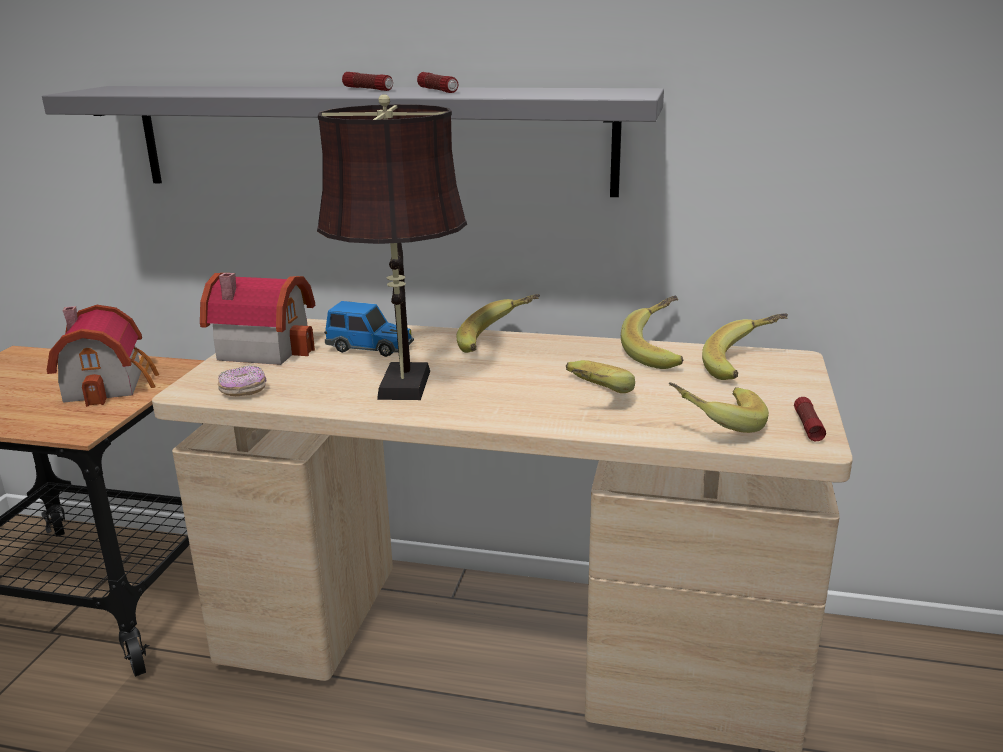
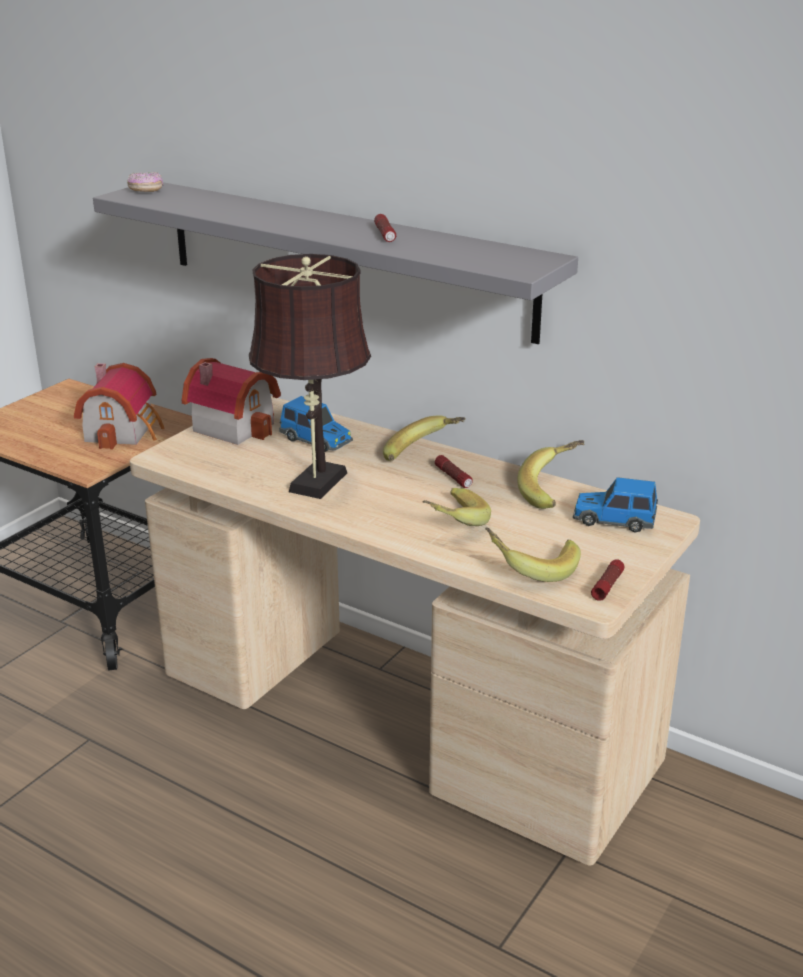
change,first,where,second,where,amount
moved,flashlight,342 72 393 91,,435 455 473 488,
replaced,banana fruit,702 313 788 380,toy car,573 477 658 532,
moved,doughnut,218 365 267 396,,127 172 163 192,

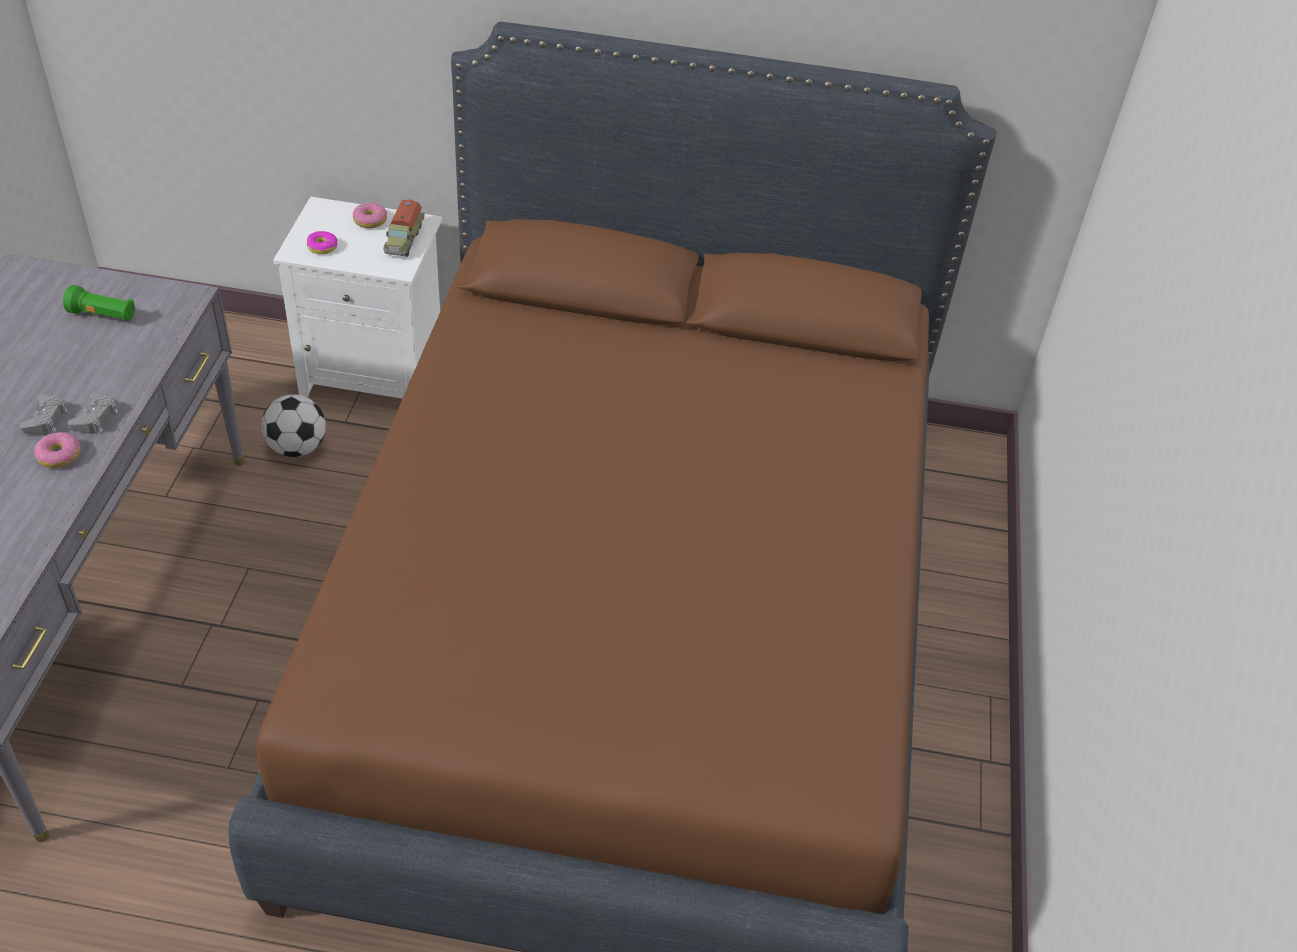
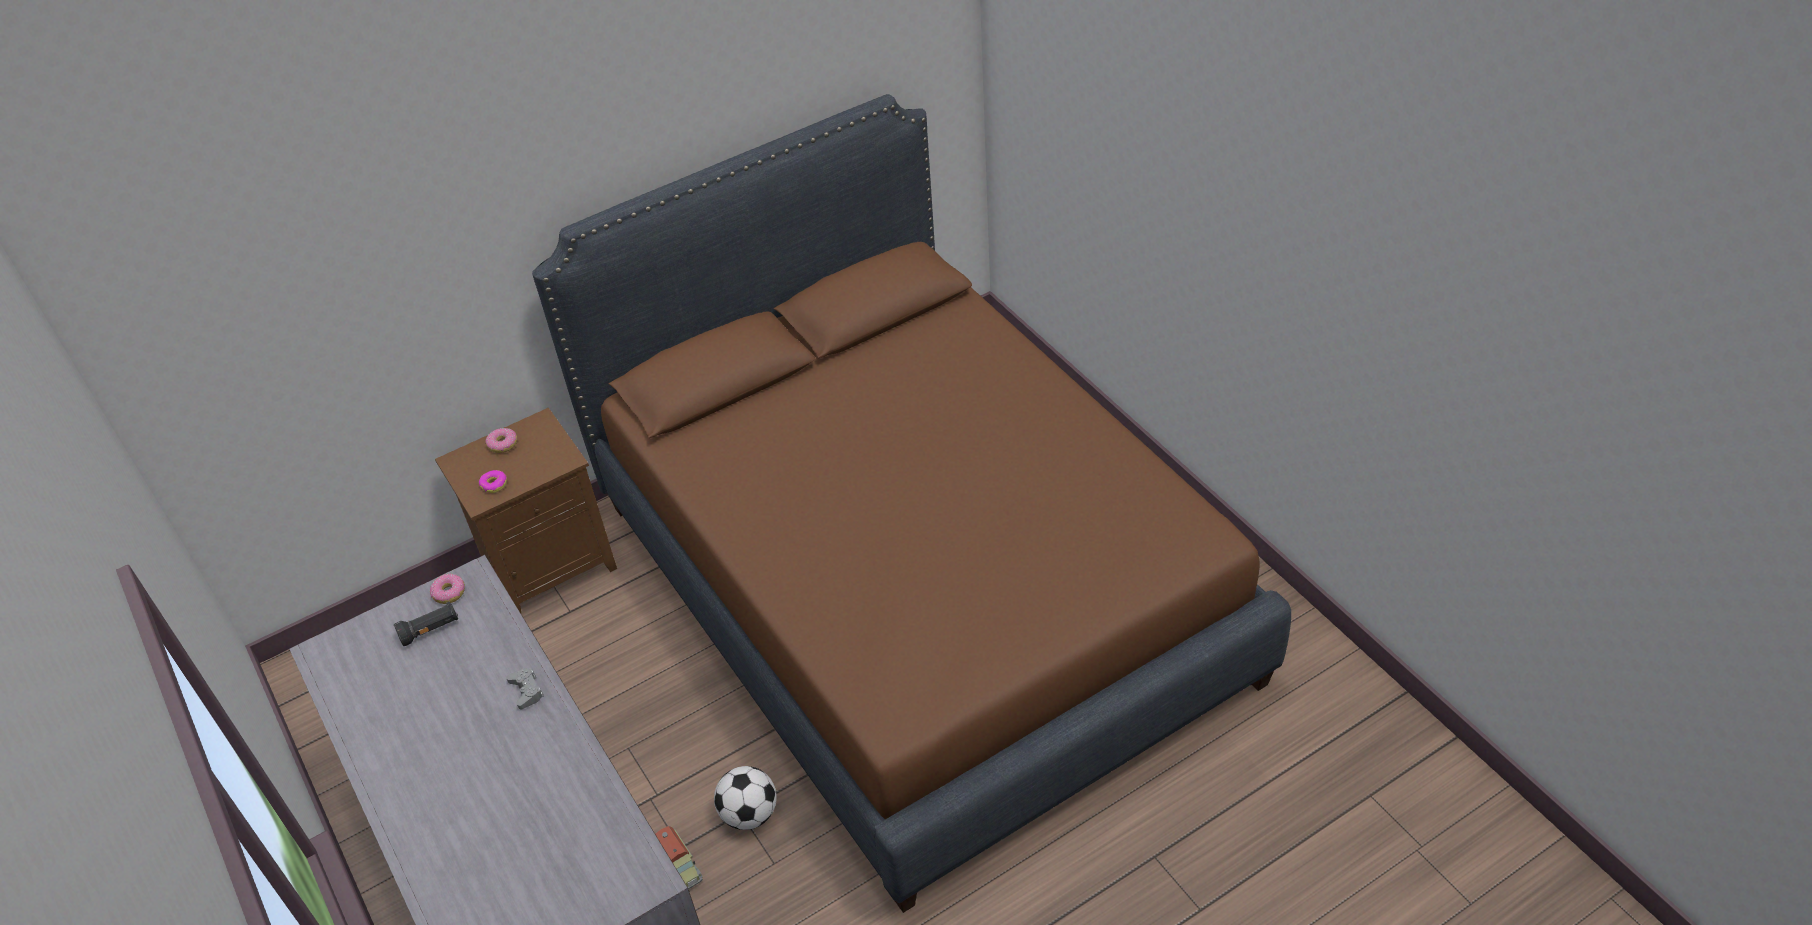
change,first,where,second,where,amount
recoloured,whitish nightstand,273 197 442 399,brownish nightstand,435 408 617 613,
moved,model truck,383 199 425 257,,655 826 703 889,
recoloured,greenish flashlight,63 285 135 321,black-coloured flashlight,394 601 458 646,
removed,greyish gamepad,20 394 68 435,,,
moved,football,261 394 326 457,,714 766 777 830,
moved,doughnut,34 432 80 468,,430 574 465 604,

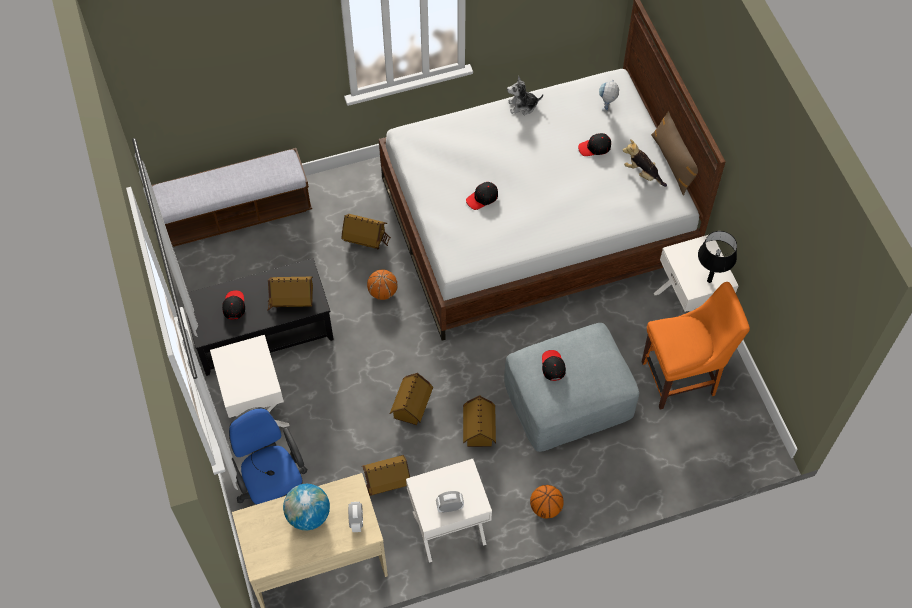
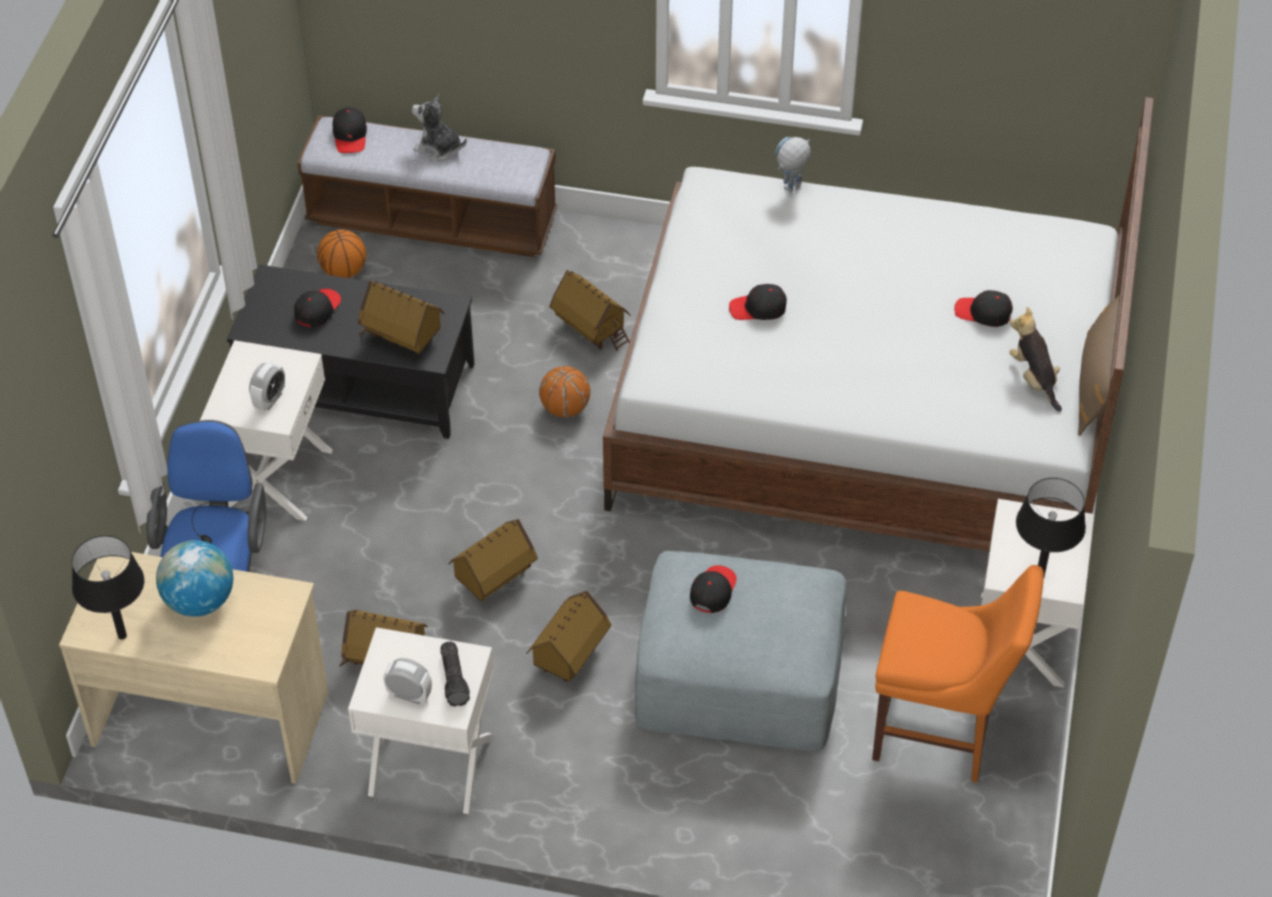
change,first,where,second,where,amount
moved,cuddly toy,507 76 543 115,,412 94 467 161,
moved,model robot,599 80 619 111,,775 137 811 191,
moved,basketball,530 485 564 519,,317 230 366 278,
moved,table clock,348 502 363 532,,249 362 285 411,
added,,,black-coloured peaked cap,332 107 367 153,
added,,,black-coloured table lamp,72 535 144 640,
added,,,flashlight,441 641 470 707,

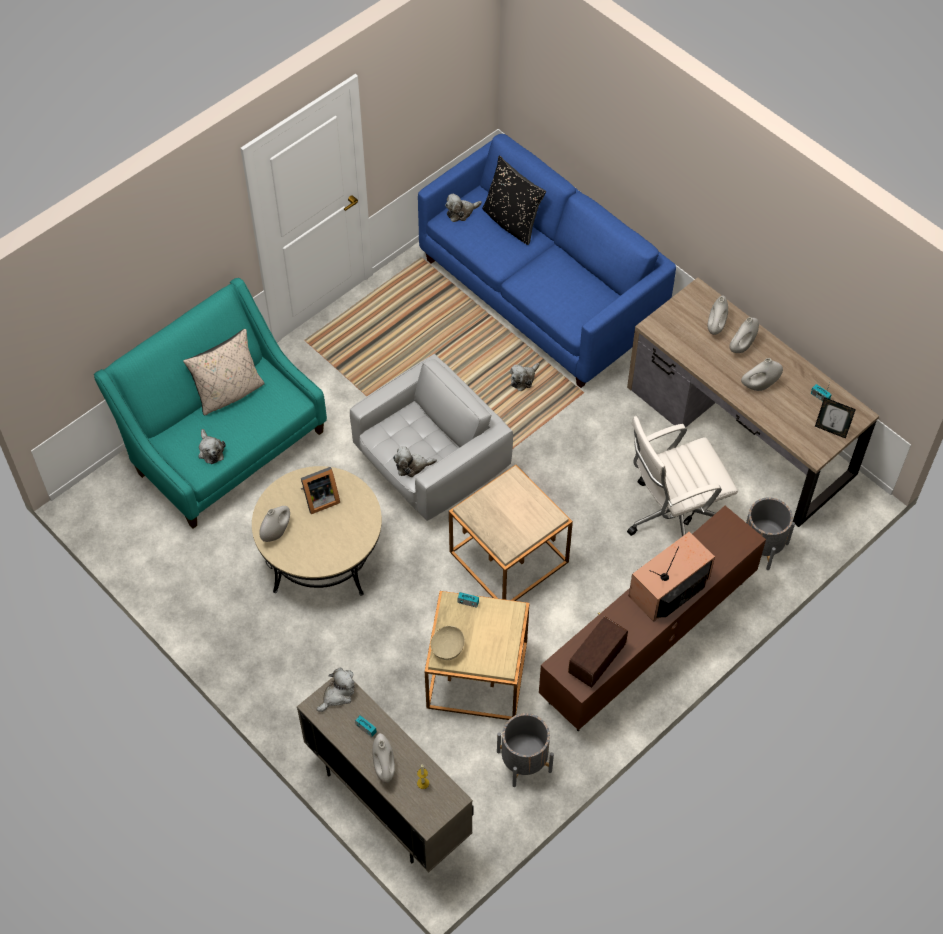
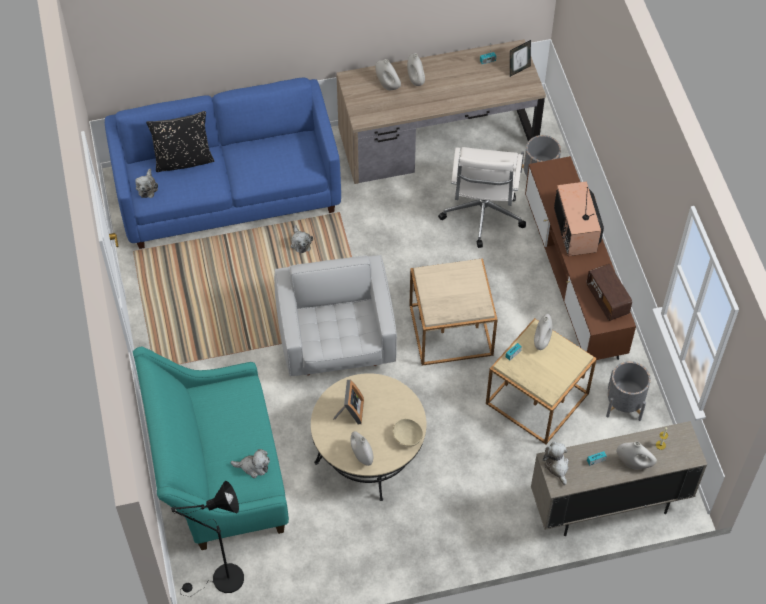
change,first,where,second,where,amount
removed,sand-coloured cushion,183 329 265 416,,,
moved,whitish vase,741 358 783 391,,534 314 553 350,
removed,cuddly toy,393 446 437 477,,,
moved,sand-coloured serving bowl,430 626 465 660,,393 419 423 447,
added,,,black-coloured standing lamp,171 481 244 597,

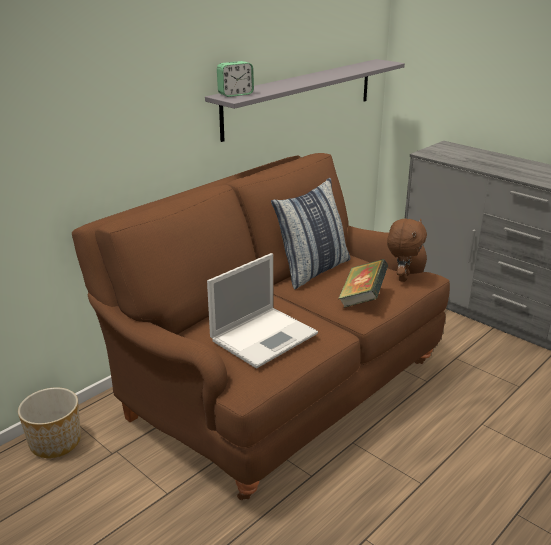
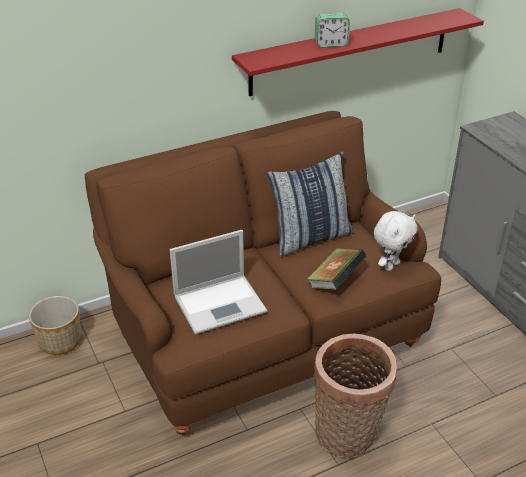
change,first,where,second,where,amount
recoloured,greyish wall shelf,205 59 405 142,reddish wall shelf,232 8 484 96,
moved,table clock,217 61 254 97,,315 13 350 47,
recoloured,brownish cuddly toy,387 219 427 282,whitish cuddly toy,374 211 417 271,
added,,,household basket,314 334 397 458,

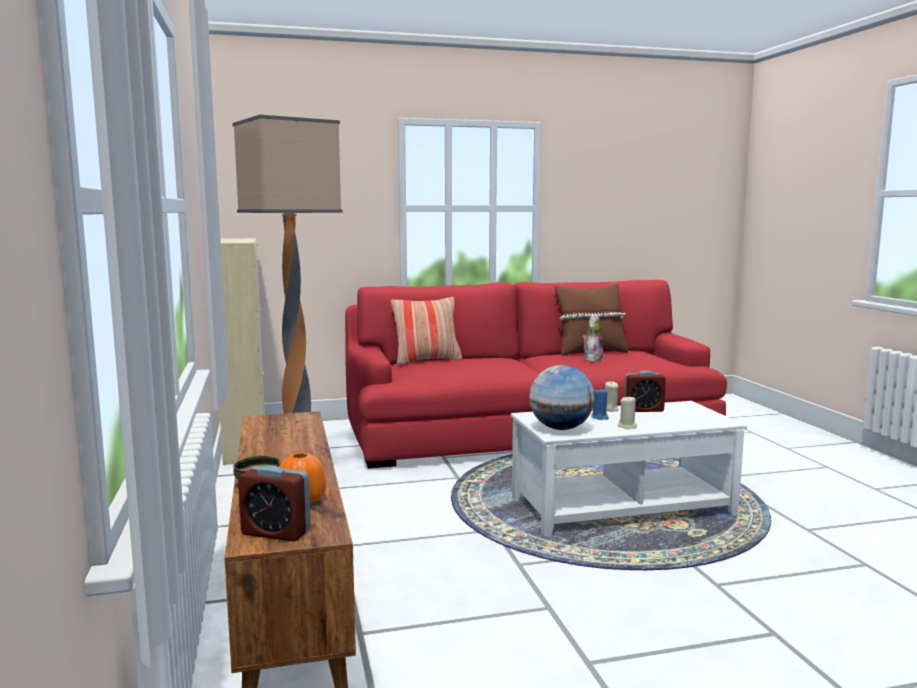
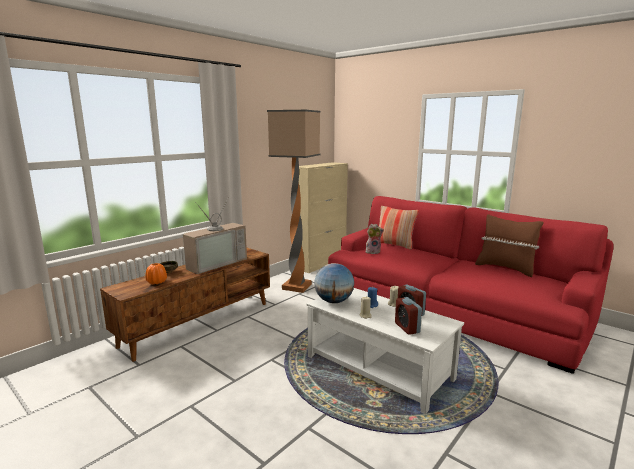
change,first,where,second,where,amount
moved,cuddly toy,583 314 603 362,,366 224 384 254,
moved,table clock,238 465 311 541,,395 297 422 335,
added,,,TV,183 197 247 274,

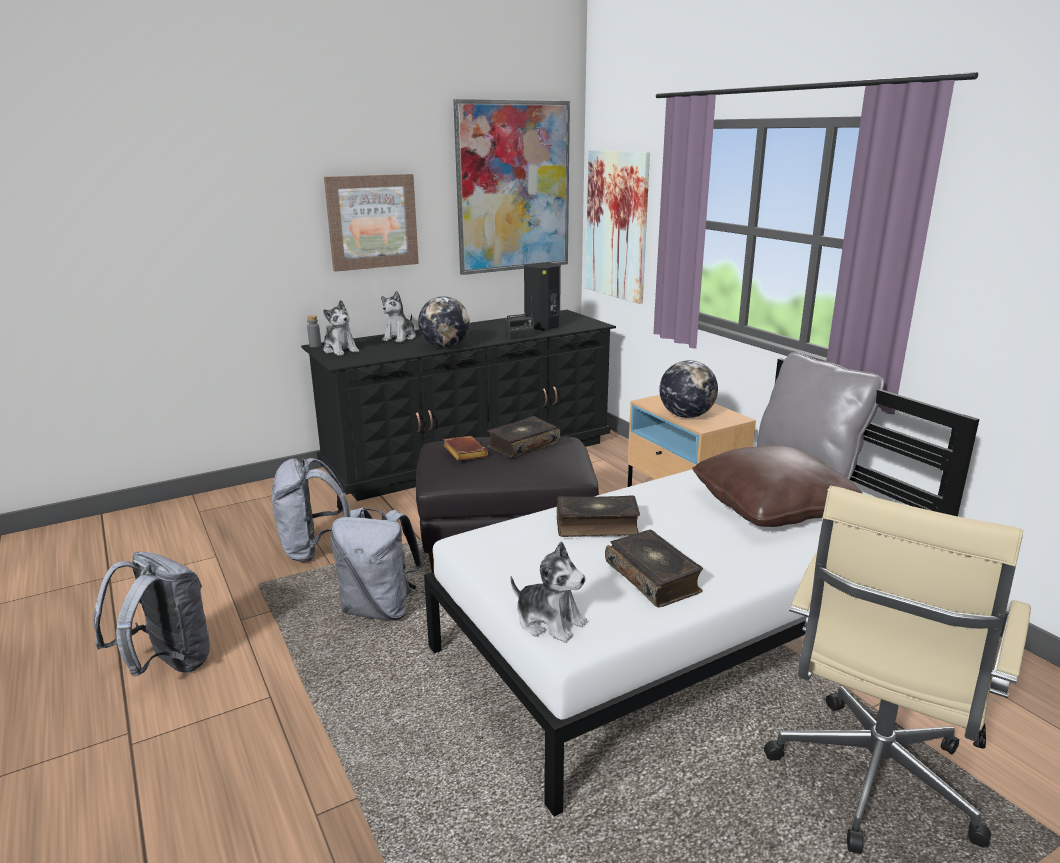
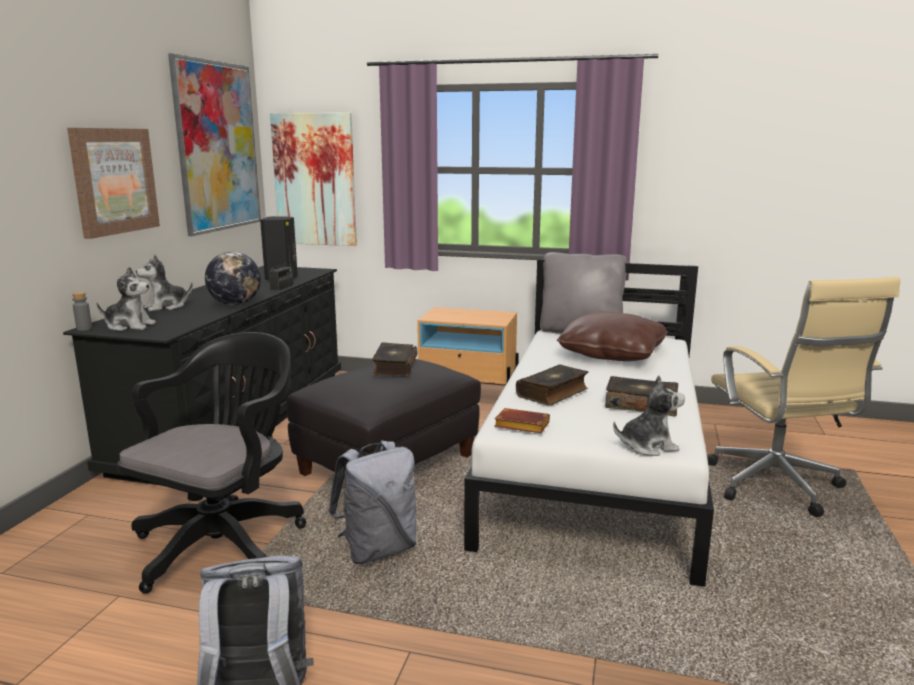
change,first,where,second,where,amount
turned,cuddly toy,381 291 416 343,,136 255 193 312,75 degrees clockwise
removed,desk globe,659 360 718 418,,,
moved,brownish book,443 436 488 461,,494 408 550 433,
replaced,greyish knapsack,272 458 350 562,black-coloured desk chair,117 332 306 594,

